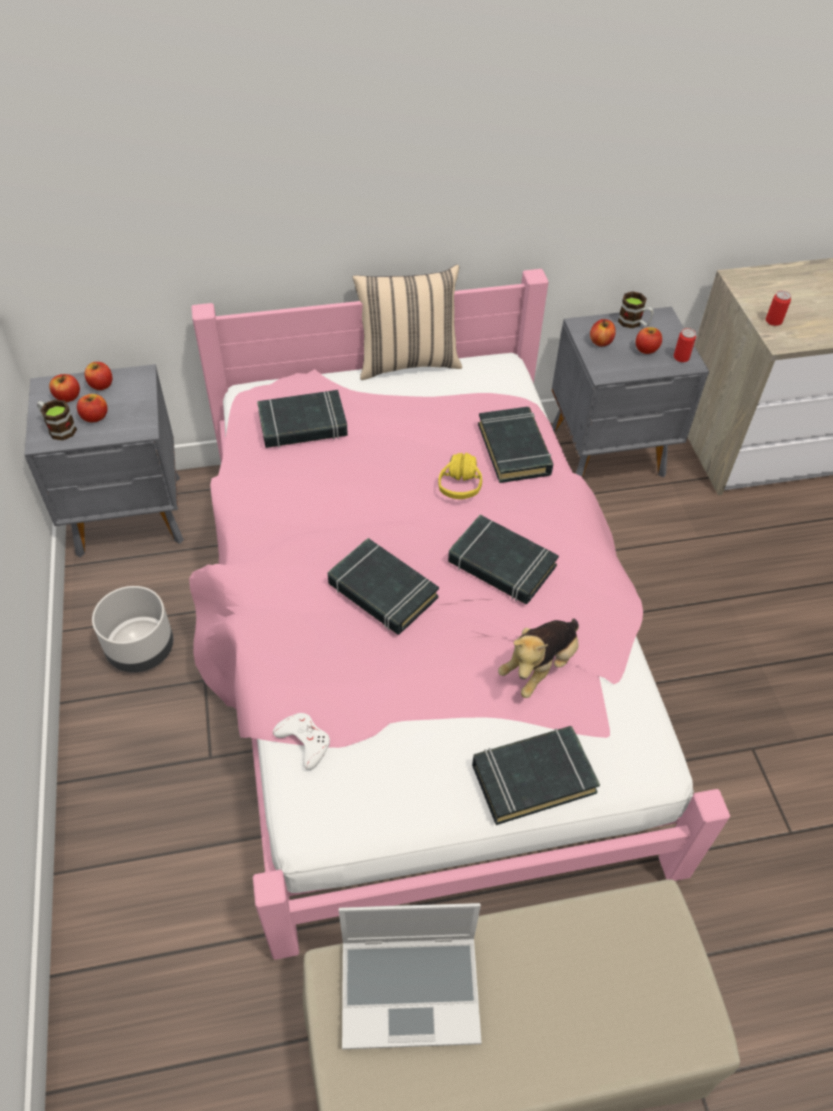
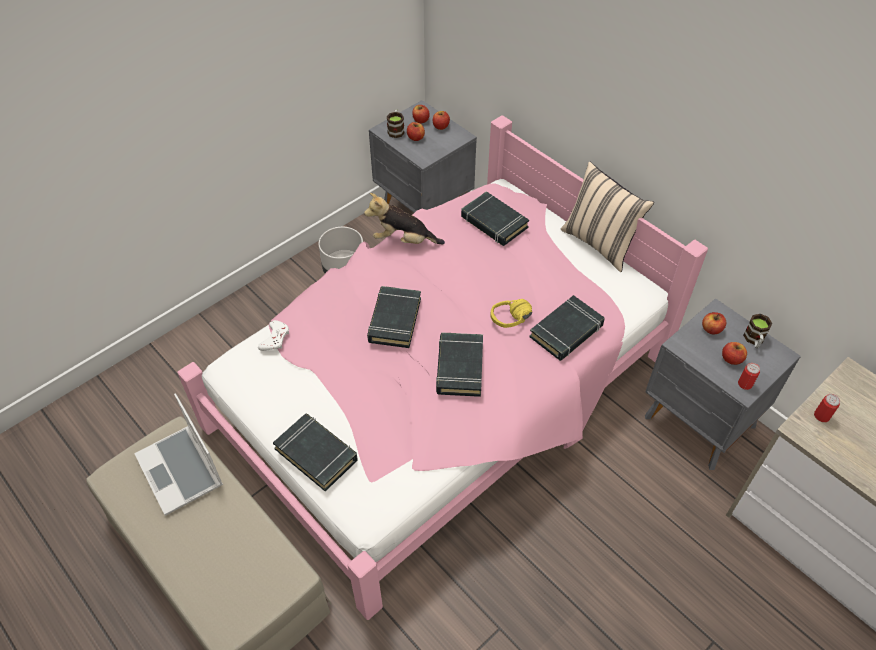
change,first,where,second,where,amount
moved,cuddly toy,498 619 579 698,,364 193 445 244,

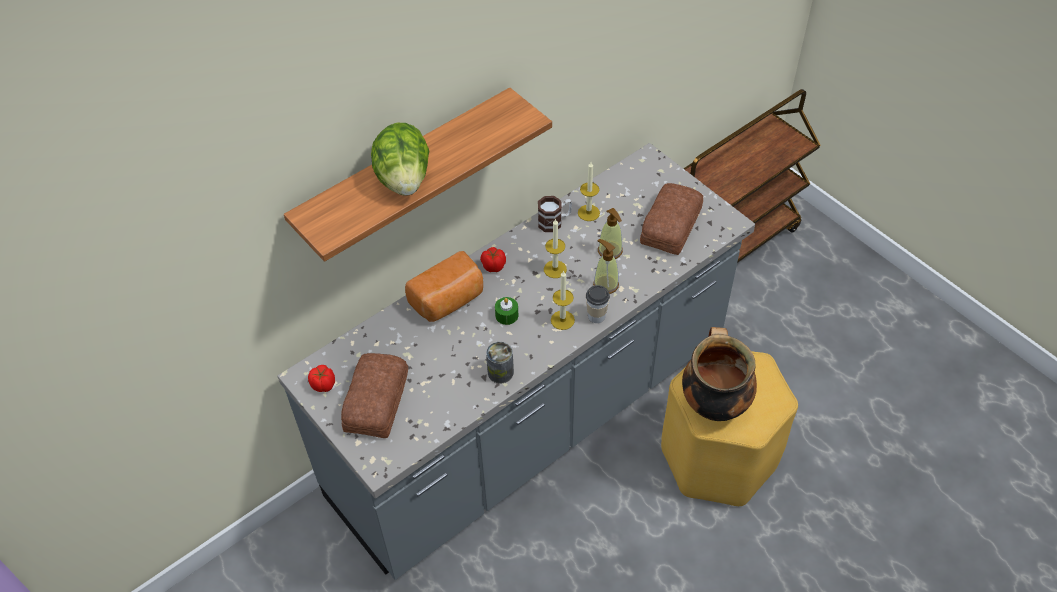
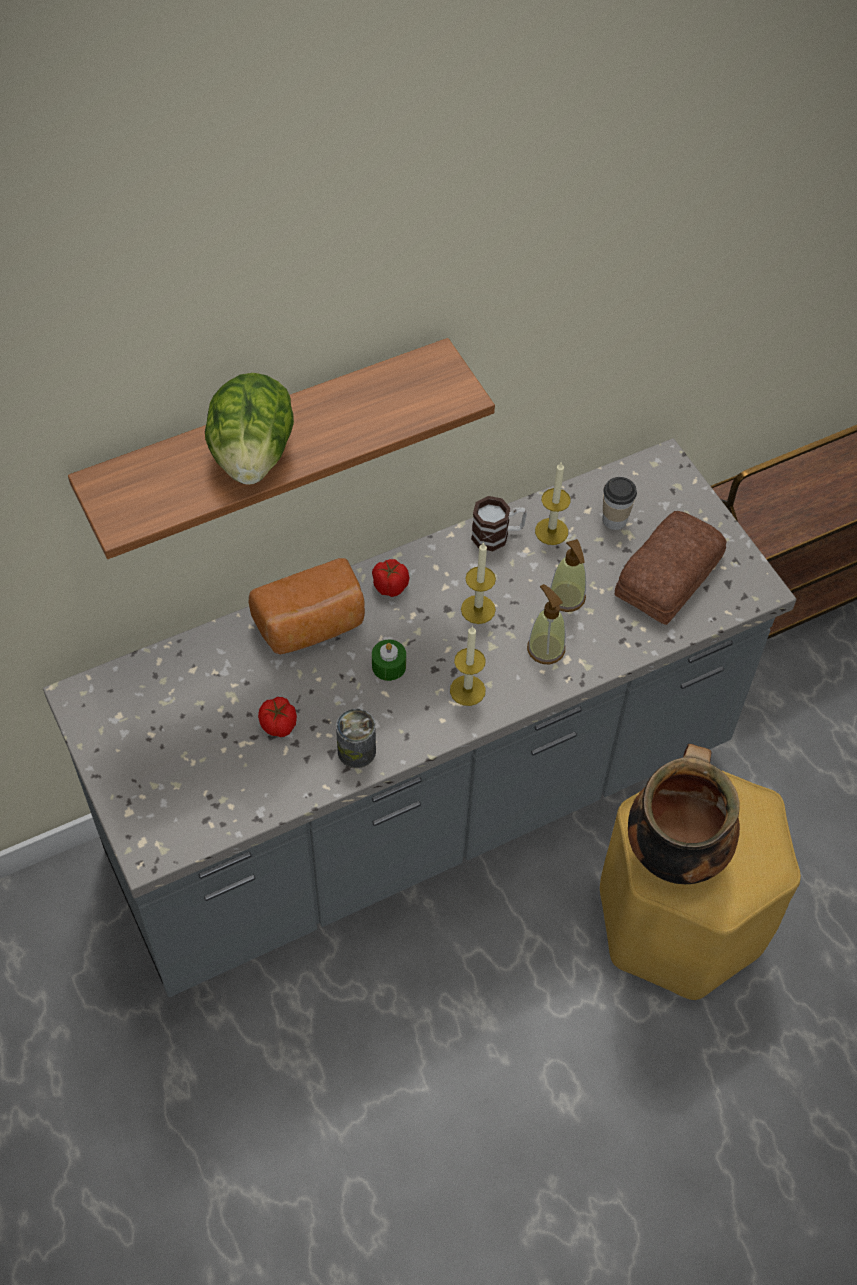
change,first,where,second,where,amount
moved,drinking cup,586 285 610 323,,603 477 637 530,
removed,bakery bread,341 353 408 438,,,
moved,whole tomato,308 365 335 392,,258 697 297 737,

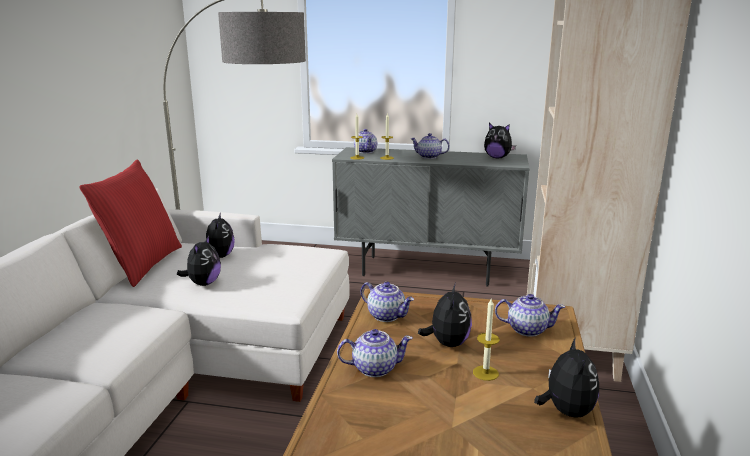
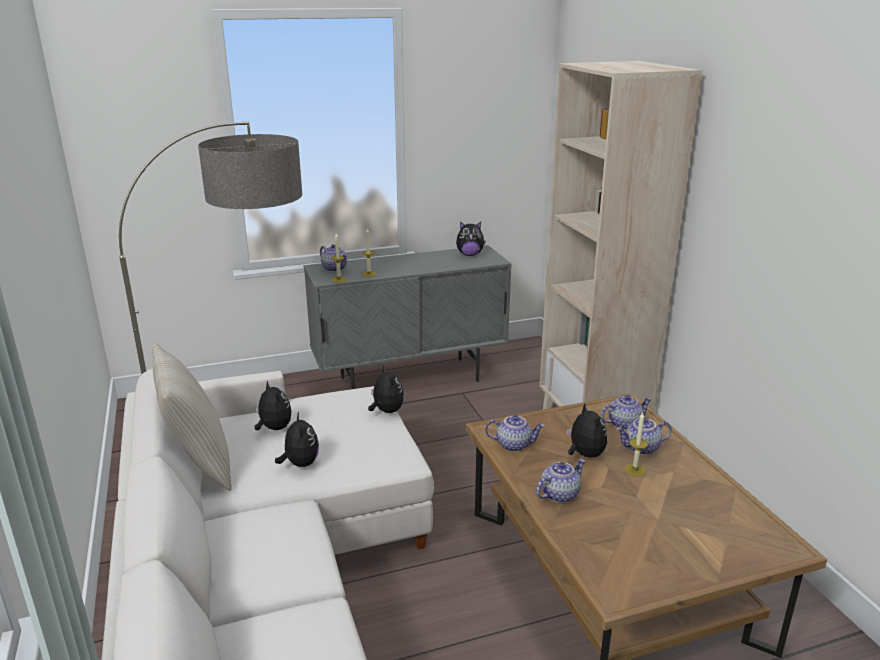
change,first,where,second,where,amount
moved,tea pot,410 133 450 159,,616 418 672 455,
recoloured,reddish cushion,79 159 182 287,sand-coloured cushion,152 342 232 491,
moved,cuddly toy,534 337 599 418,,368 366 404 413,

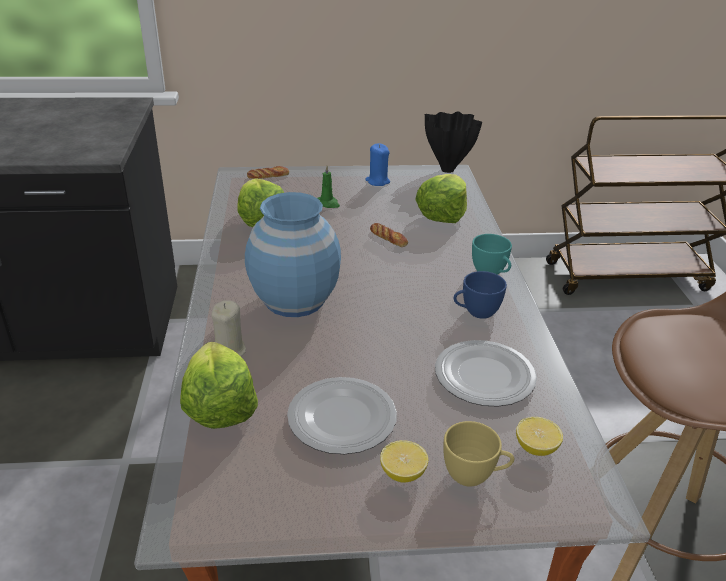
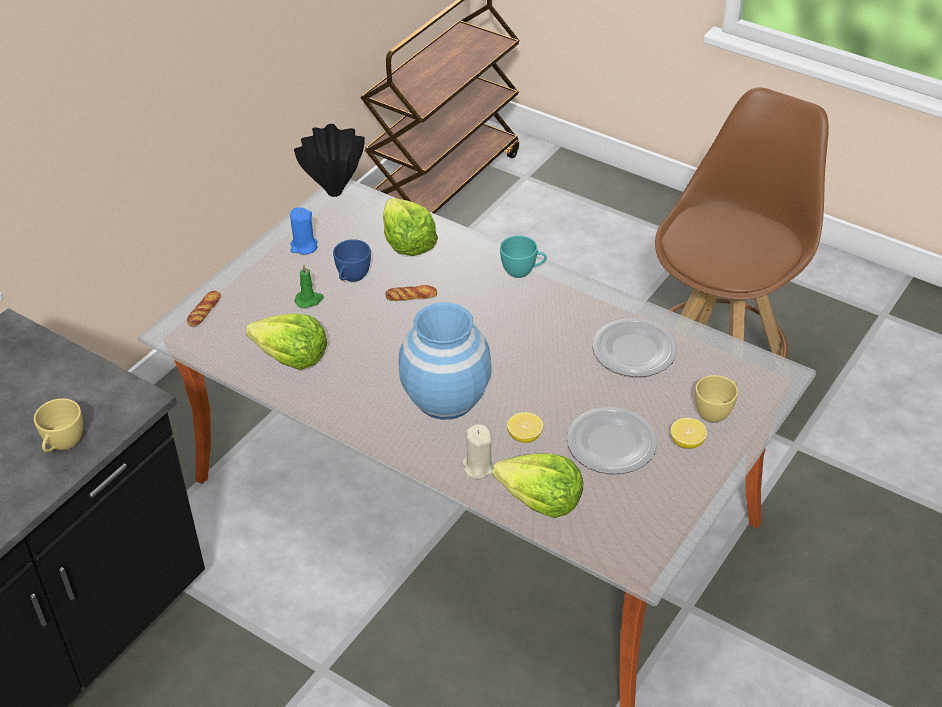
change,first,where,second,where,amount
moved,bluish drinking cup,454 271 507 319,,333 239 371 282,
moved,lemon,516 417 563 456,,507 412 543 443,
added,,,yellow drinking cup,34 398 83 452,

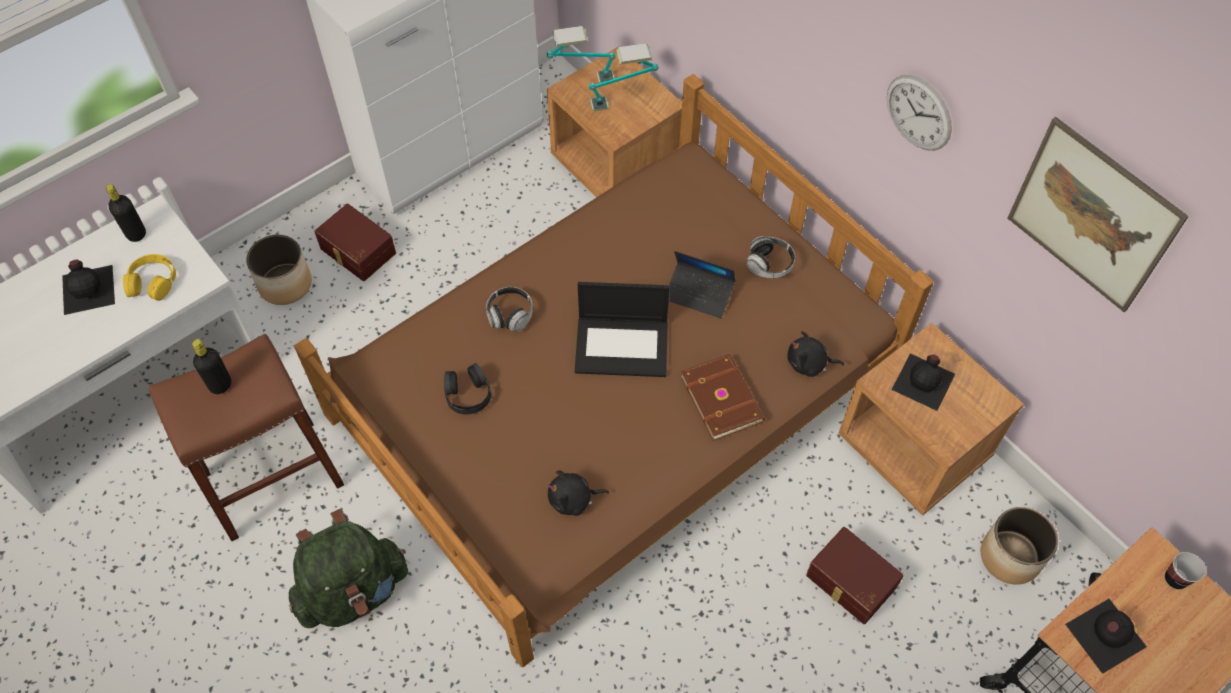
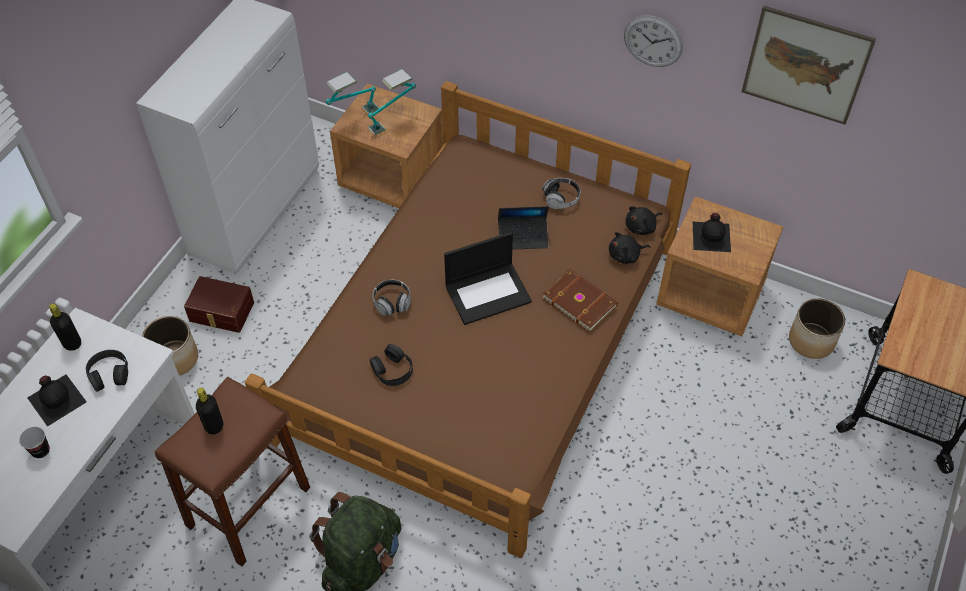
change,first,where,second,where,amount
recoloured,yellow pair of headphones,123 254 176 301,black-coloured pair of headphones,86 350 128 392,
moved,black-coloured cuddly toy,548 471 609 516,,625 206 662 235,
removed,brownish storage bin,806 527 904 624,,,
moved,drinking cup,1165 552 1206 589,,19 427 50 459,
removed,black-coloured beverage bottle,1065 599 1147 674,,,

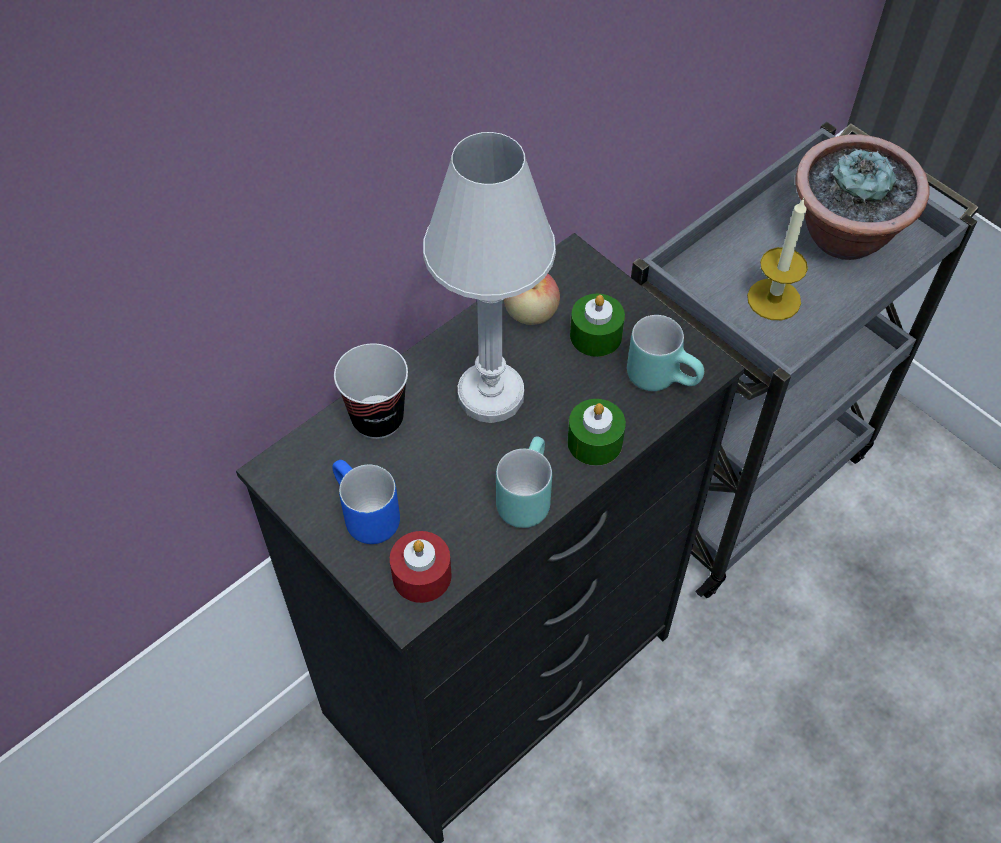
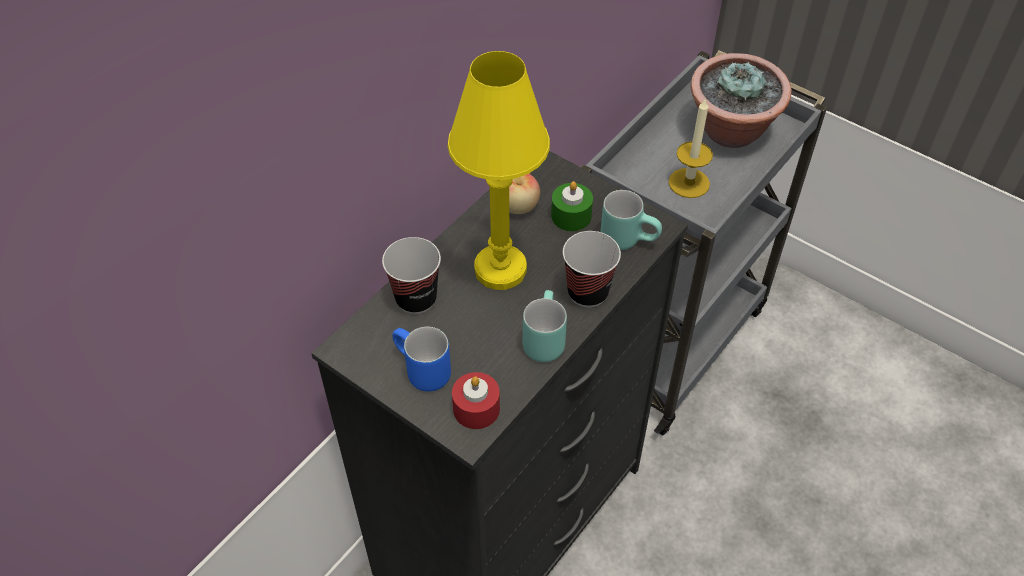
change,first,where,second,where,amount
recoloured,whitish table lamp,423 132 556 423,yellow table lamp,447 51 550 290,
replaced,greenish candle,567 399 626 466,drinking cup,563 231 621 307,

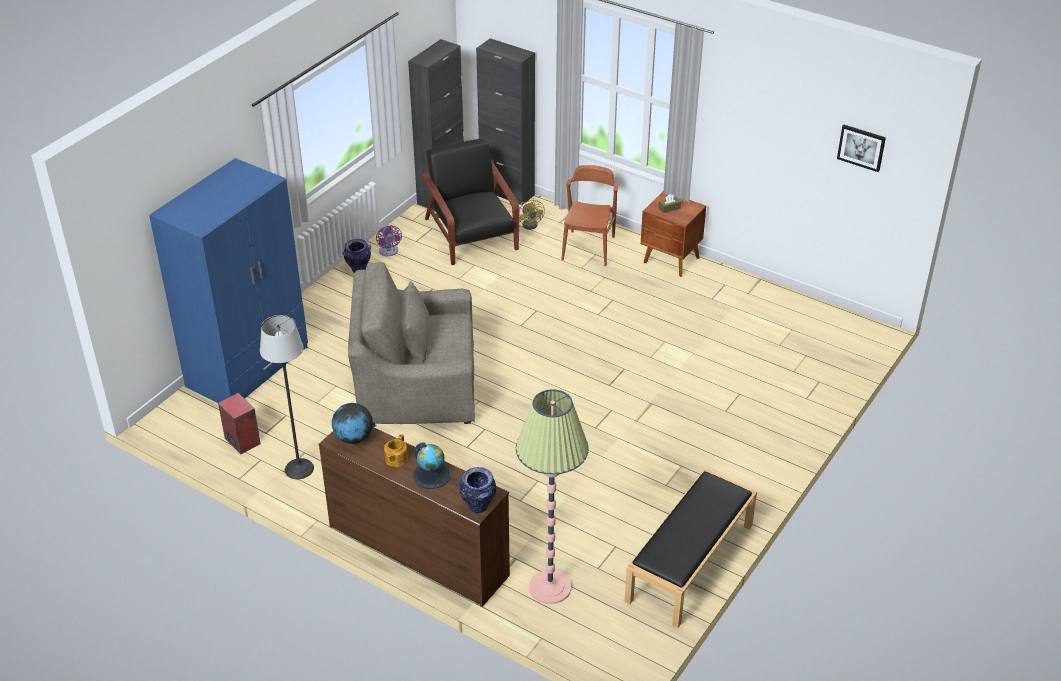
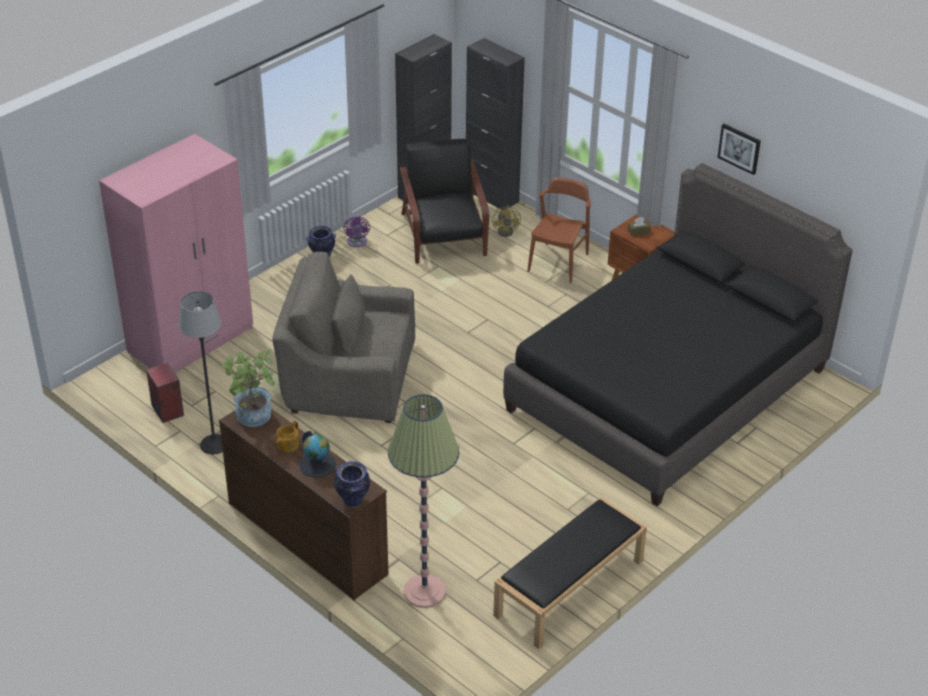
change,first,where,second,where,amount
moved,wall picture,837 125 886 172,,717 124 761 175,
recoloured,bluish clothes cupboard,149 158 308 403,pink clothes cupboard,99 134 253 373,
replaced,desk globe,332 403 373 444,plant in a pot,222 349 275 427,
added,,,black-coloured sleeping bed,503 163 853 506,

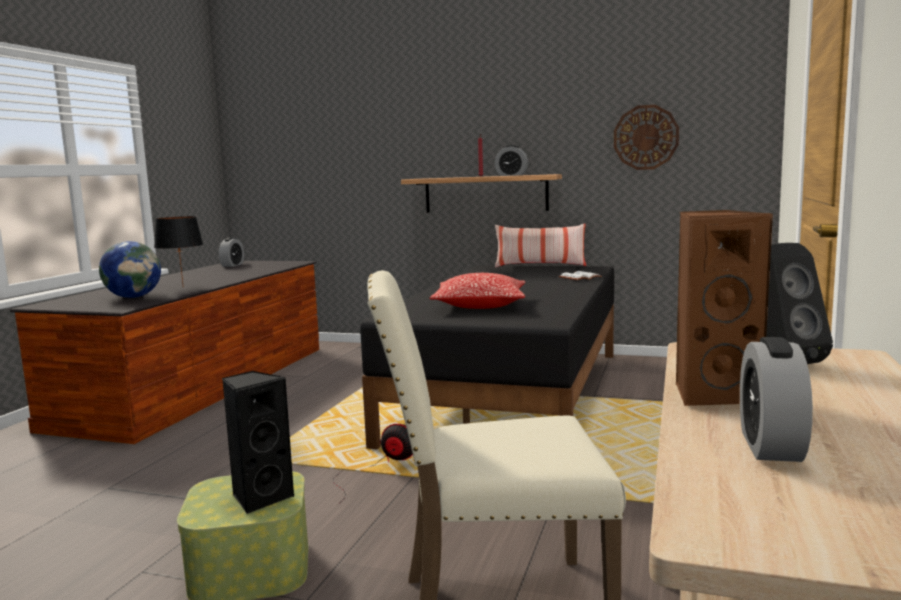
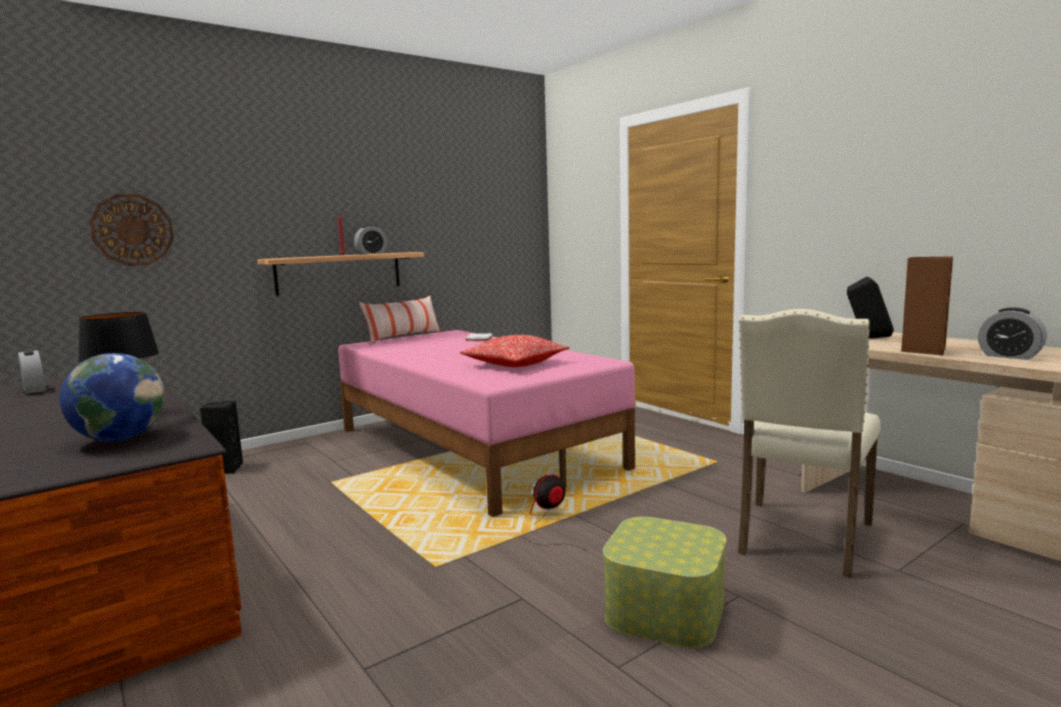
change,first,where,second,where,amount
moved,hanging clock,614 105 679 170,,89 194 174 266,
recoloured,black-coloured sleeping bed,360 265 614 449,pink sleeping bed,338 330 635 517,
moved,black-coloured audio speaker,222 371 294 514,,200 400 243 474,

